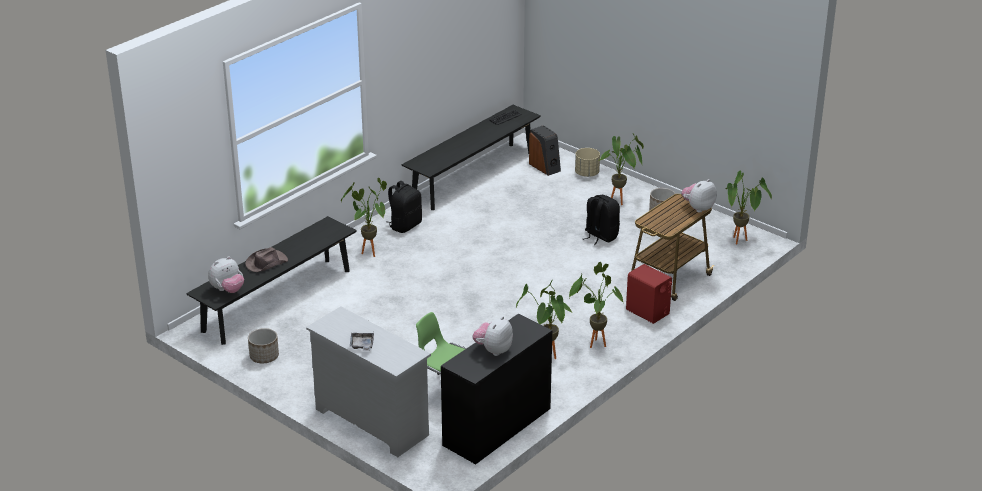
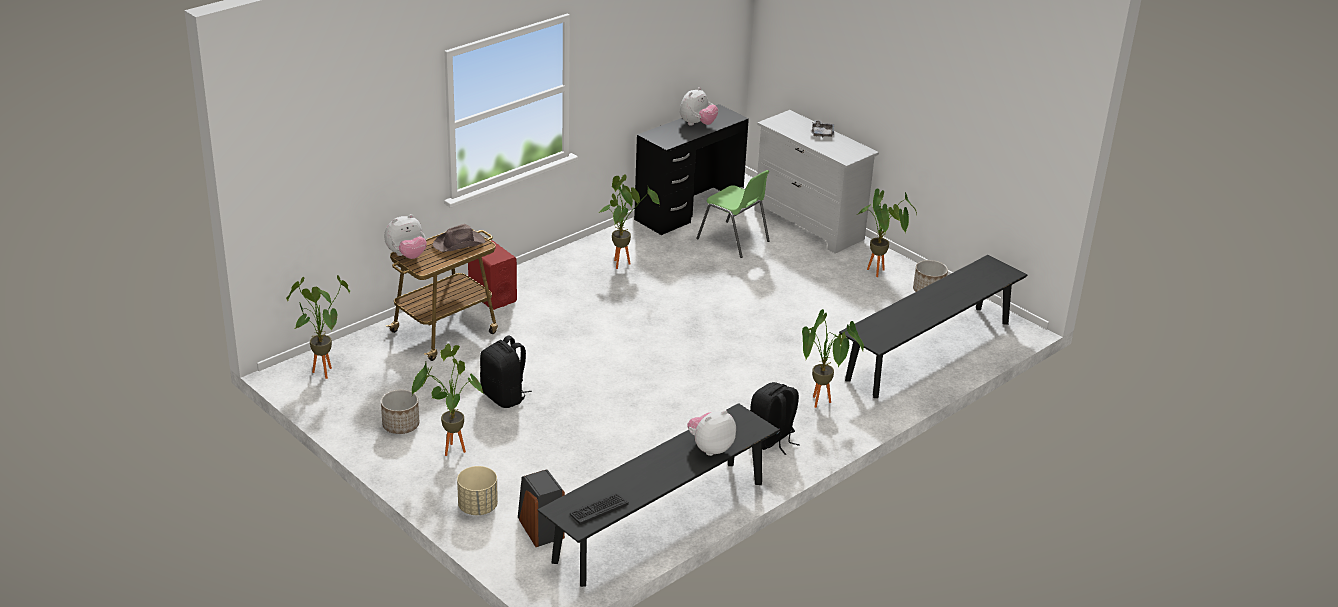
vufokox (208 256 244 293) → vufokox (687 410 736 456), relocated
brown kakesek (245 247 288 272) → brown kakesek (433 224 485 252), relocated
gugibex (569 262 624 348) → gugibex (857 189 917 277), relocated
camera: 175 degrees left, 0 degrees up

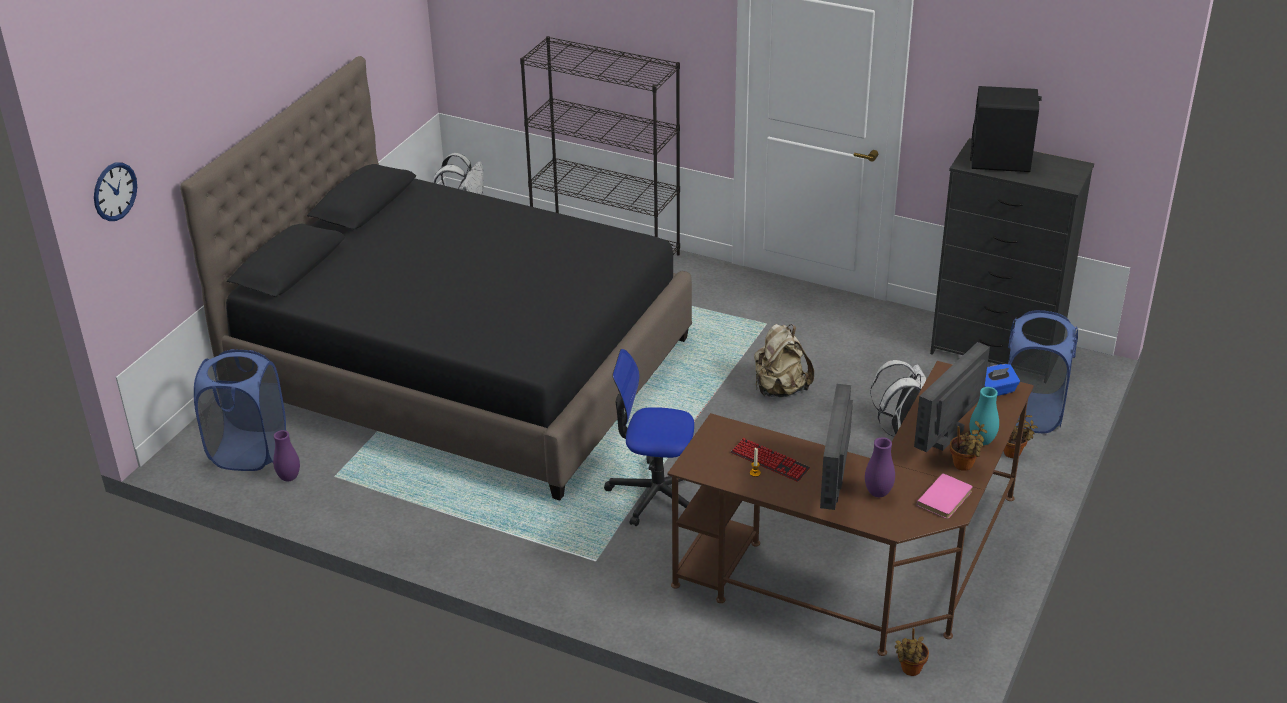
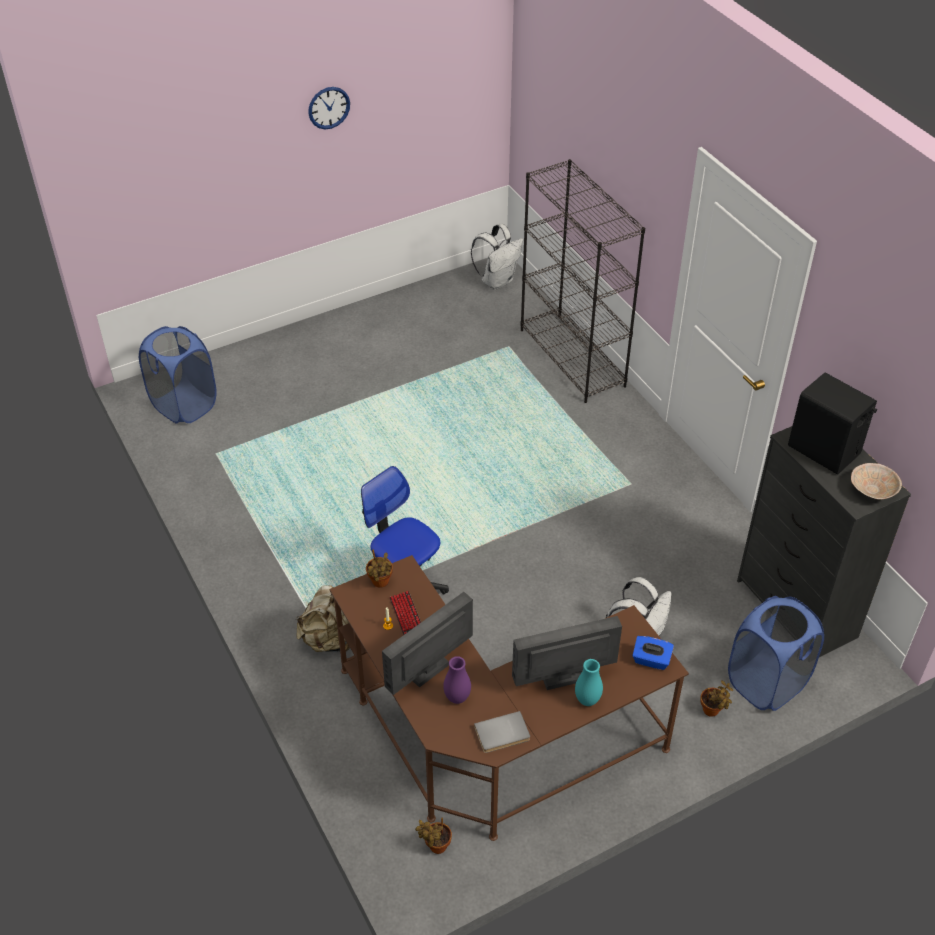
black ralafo (180 56 692 501) → -
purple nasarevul (273 430 300 481) → -
- → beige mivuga (851 463 902 499)
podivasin (94 162 137 221) → podivasin (308 87 350 129), relocated
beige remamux (754 324 814 397) → beige remamux (296 585 350 652), relocated
gugibex (950 421 987 471) → gugibex (366 550 393 588), relocated
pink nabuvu (917 473 973 519) → grey nabuvu (474 711 530 753)
camera: 35 degrees right, 10 degrees up

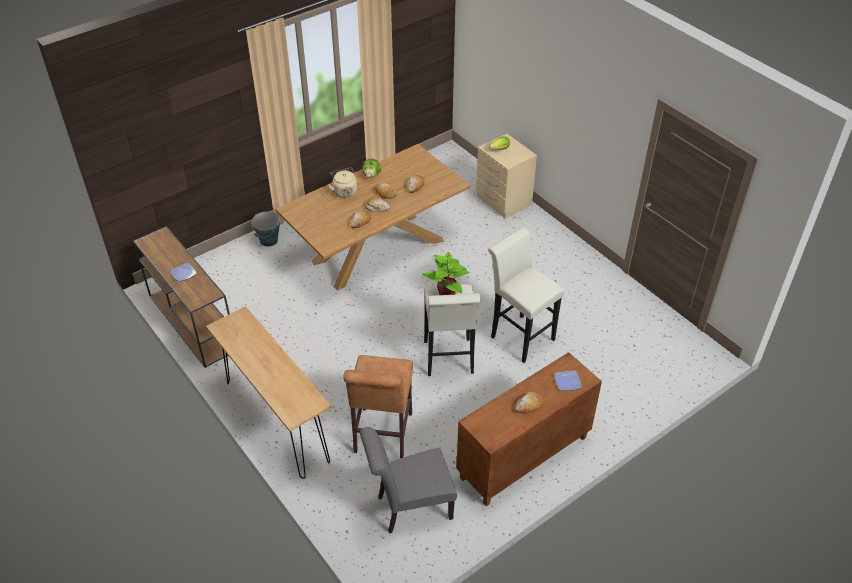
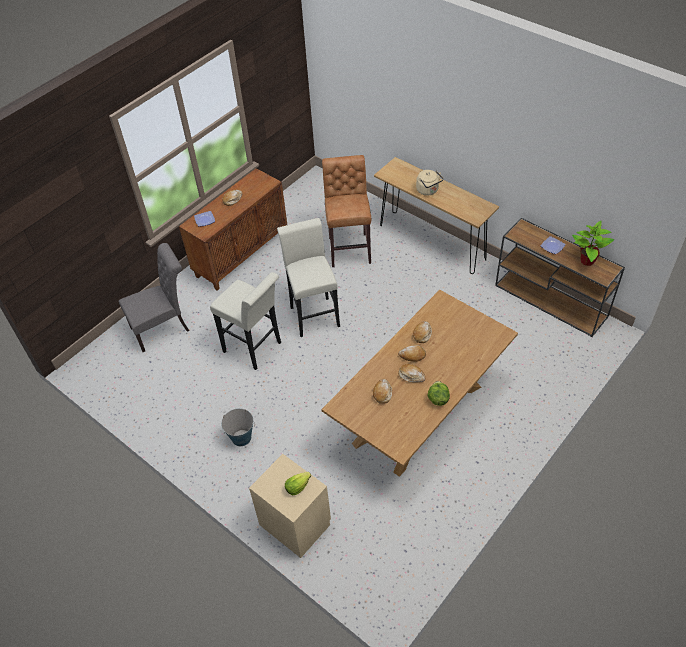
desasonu (251 212 280 247) → desasonu (221 409 255 446), relocated
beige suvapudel (328 168 357 198) → beige suvapudel (416 170 444 196), relocated
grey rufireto (360 427 457 533) → grey rufireto (119 243 189 352), relocated
gugibex (422 252 470 295) → gugibex (572 221 614 266), relocated
camera: 170 degrees right, 5 degrees up

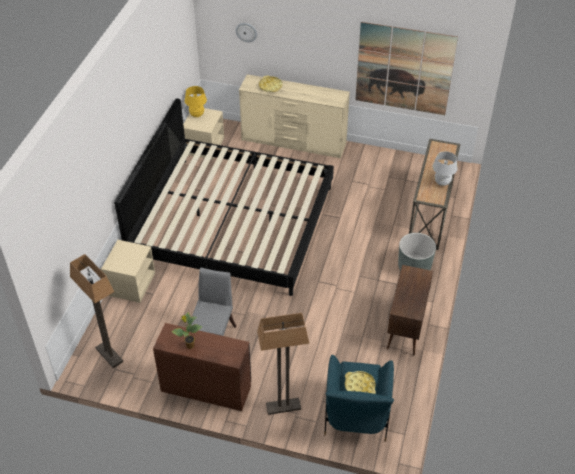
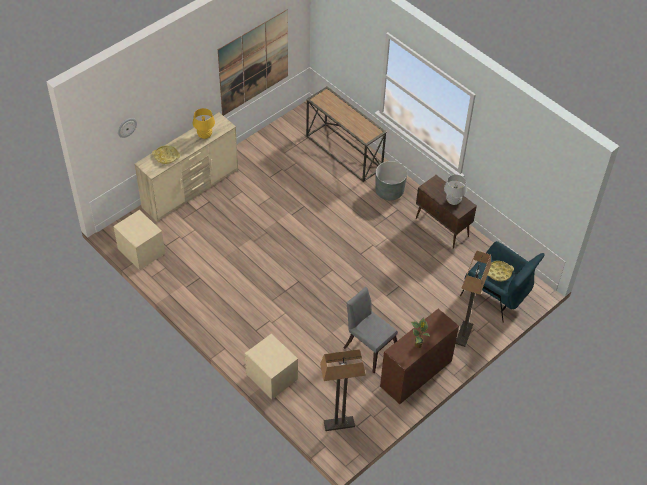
ralafo (114 98 334 296) → -
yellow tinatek (185 86 207 117) → yellow tinatek (193 108 215 139), relocated
white tinatek (432 151 458 186) → white tinatek (444 175 467 205), relocated
camera: 60 degrees left, 5 degrees up

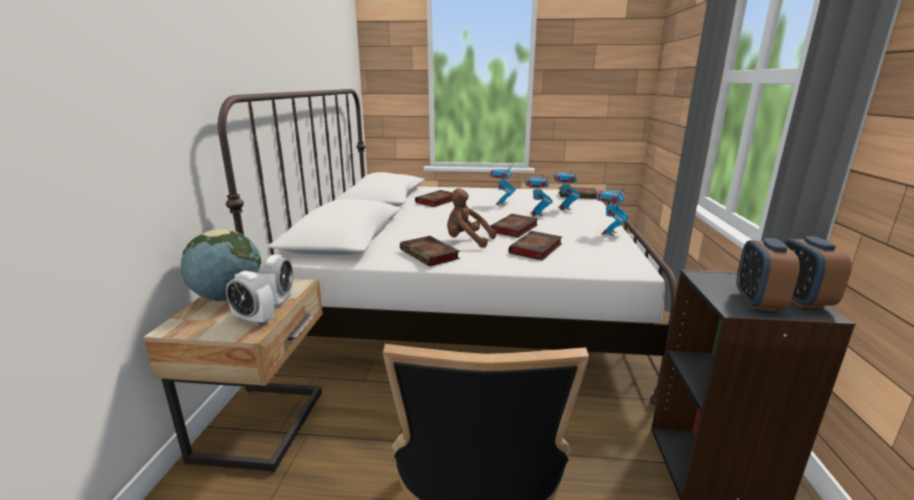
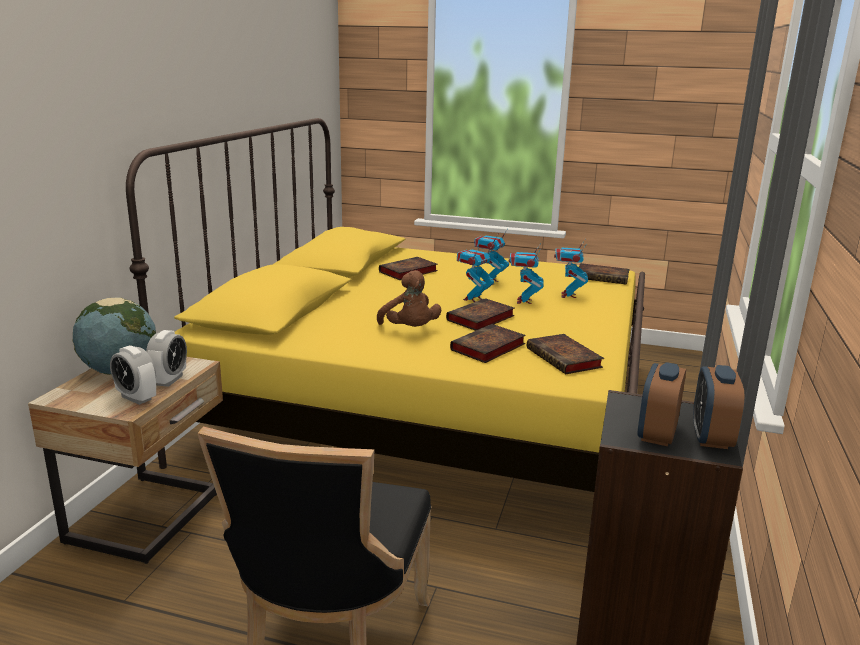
nabuvu (400 236 460 267) → nabuvu (527 334 604 374), relocated
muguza (596 183 629 236) → muguza (457 244 494 302), relocated
white ralafo (218 89 678 405) → yellow ralafo (126 118 645 492)
brown vufokox (447 188 496 248) → brown vufokox (377 270 441 327), 150 degrees counterclockwise
camera: 10 degrees right, 0 degrees up

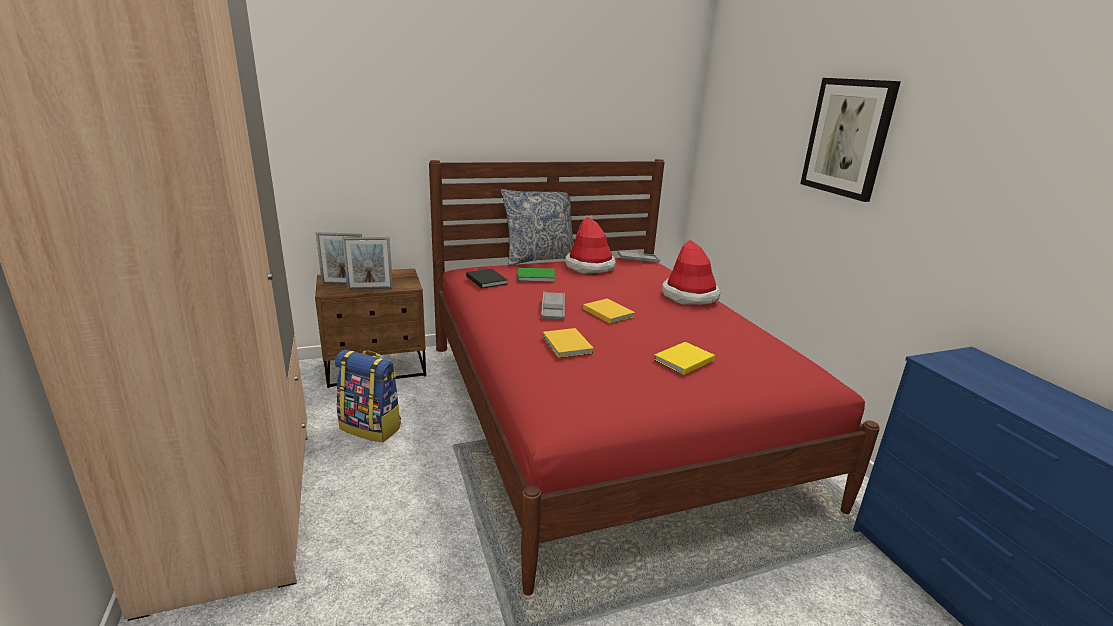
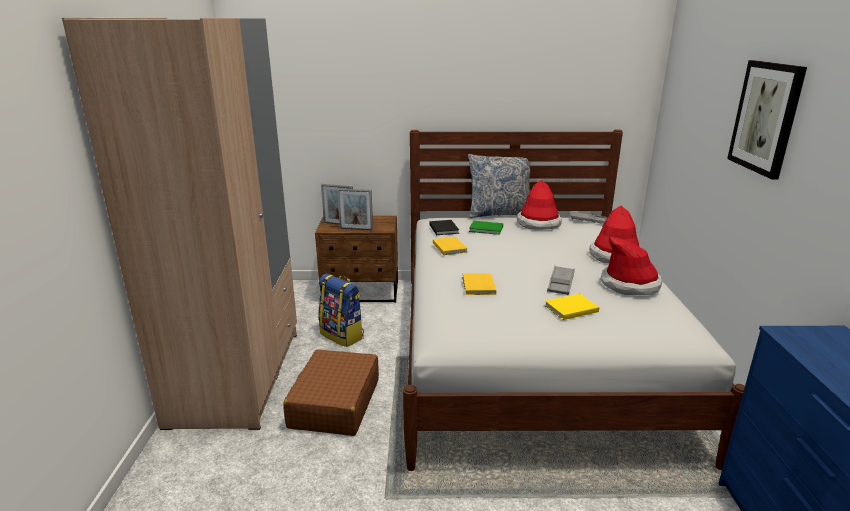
- → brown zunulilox (283 349 379 436)
- → kakesek (600 237 662 295)
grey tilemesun (541 291 565 320) → grey tilemesun (547 266 575 295), relocated
yellow nabuvu (583 299 635 324) → yellow nabuvu (433 237 468 255), relocated
red ralafo (429 159 880 596) → white ralafo (403 129 745 471)
camera: 20 degrees right, 0 degrees up

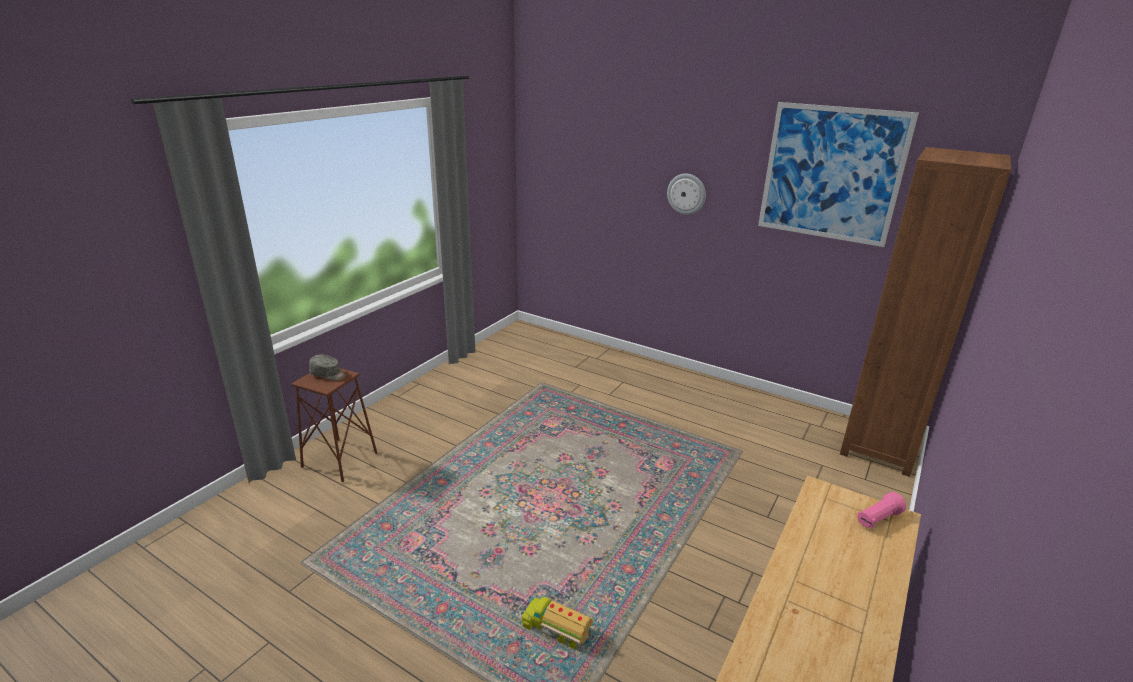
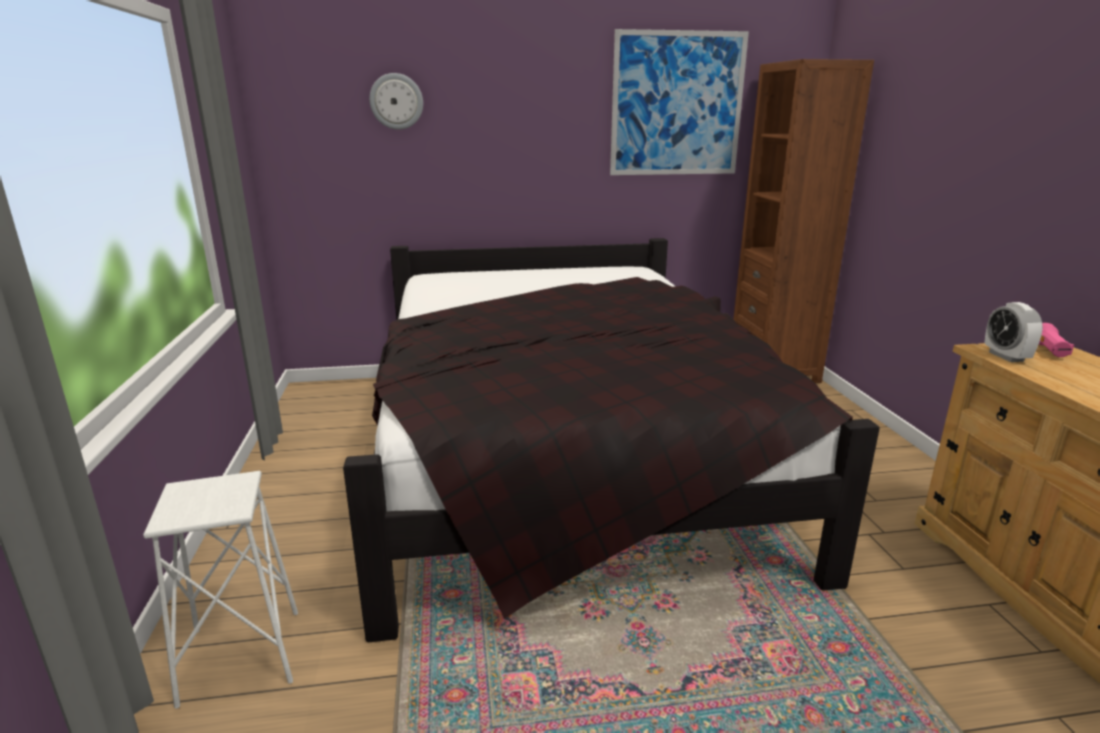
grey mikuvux (309 355 346 380) → -
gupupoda (522 591 597 652) → -
- → black ralafo (343 238 880 642)
- → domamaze (984 302 1043 362)
podivasin (667 174 706 215) → podivasin (369 73 423 130), relocated
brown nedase (291 368 377 482) → white nedase (143 471 298 709)
camera: 40 degrees left, 5 degrees down

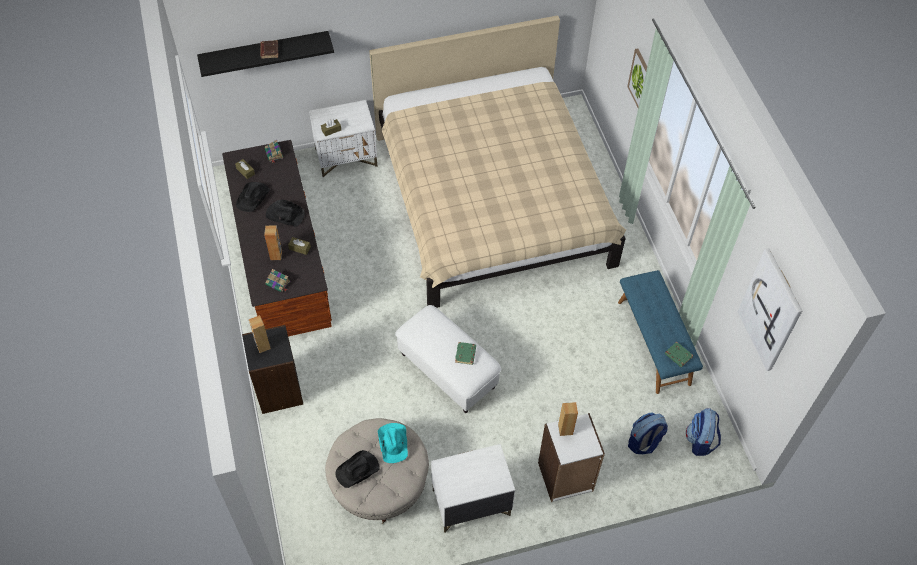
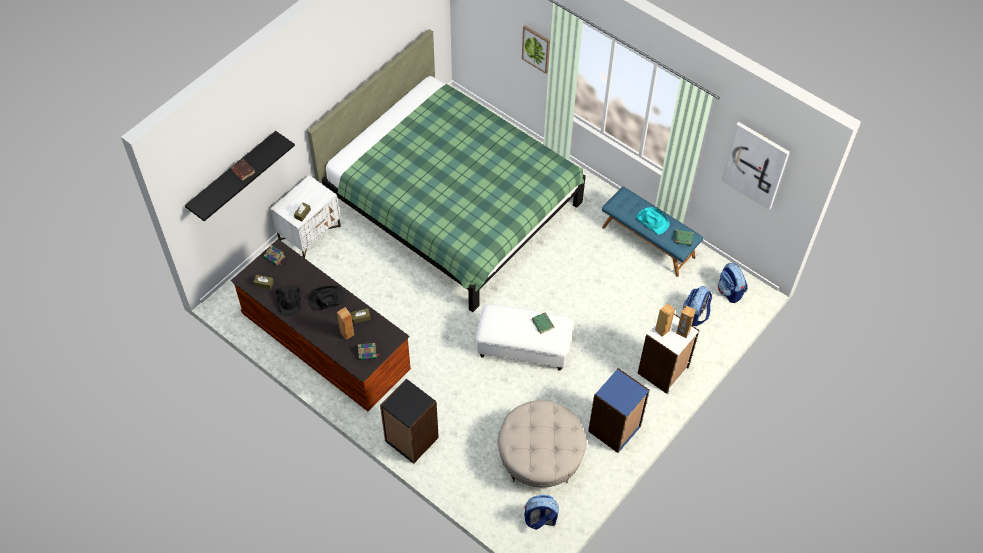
black kakesek (335 450 380 488) → -
- → remamux (524 495 559 530)
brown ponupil (249 315 271 353) → brown ponupil (676 305 696 338), relocated
turquoise kakesek (378 423 408 463) → turquoise kakesek (637 207 670 234), relocated
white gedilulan (431 444 515 533) → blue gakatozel (588 368 650 453)
beige ralafo (369 15 626 308) → green ralafo (307 29 586 312)
camera: 35 degrees left, 0 degrees up

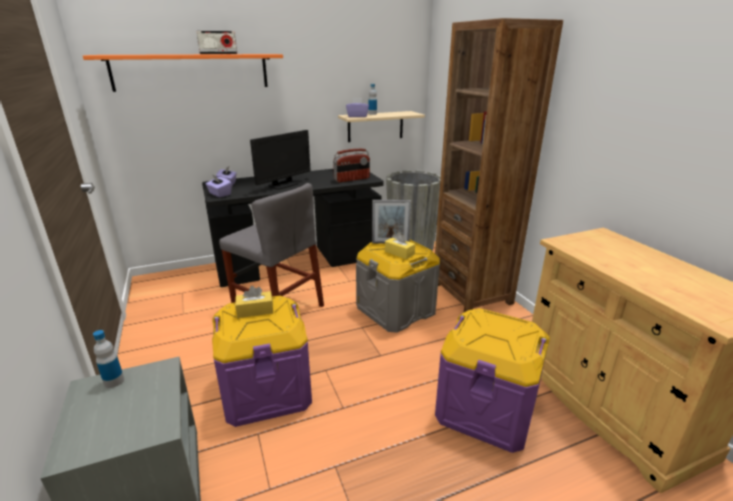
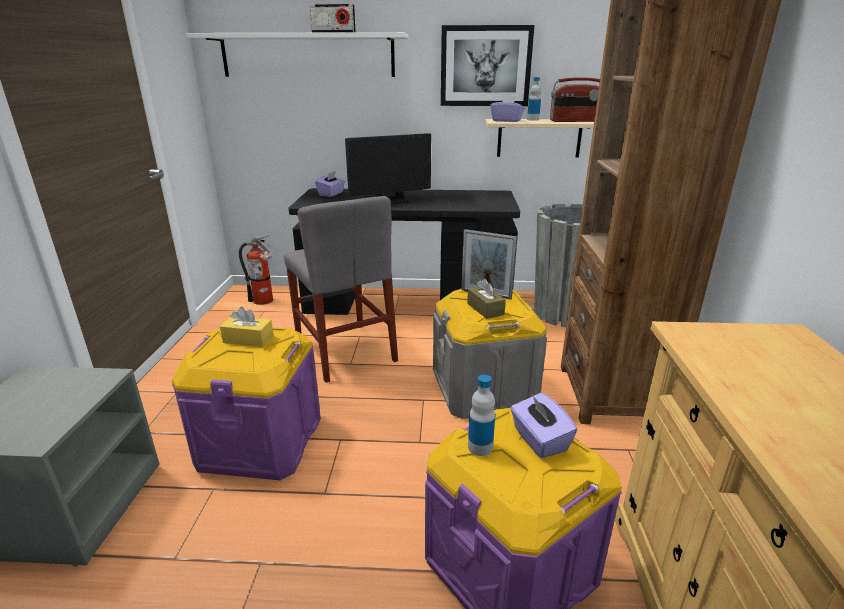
- → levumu (239 233 273 305)
- → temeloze (441 25 534 106)
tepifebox (93 330 124 388) → tepifebox (468 375 495 456), relocated
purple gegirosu (206 175 232 197) → purple gegirosu (510 393 577 458), relocated
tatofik (333 149 370 182) → tatofik (550 77 600 122), relocated
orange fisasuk (83 54 283 92) → white fisasuk (186 32 409 77)
yellow gegirosu (385 232 415 259) → brown gegirosu (467 279 506 319)
camera: 25 degrees right, 0 degrees up

